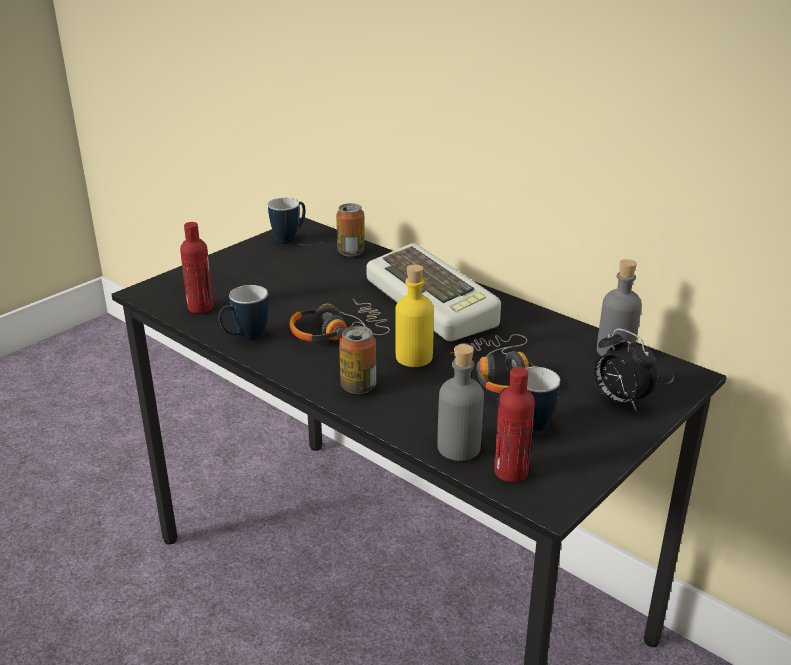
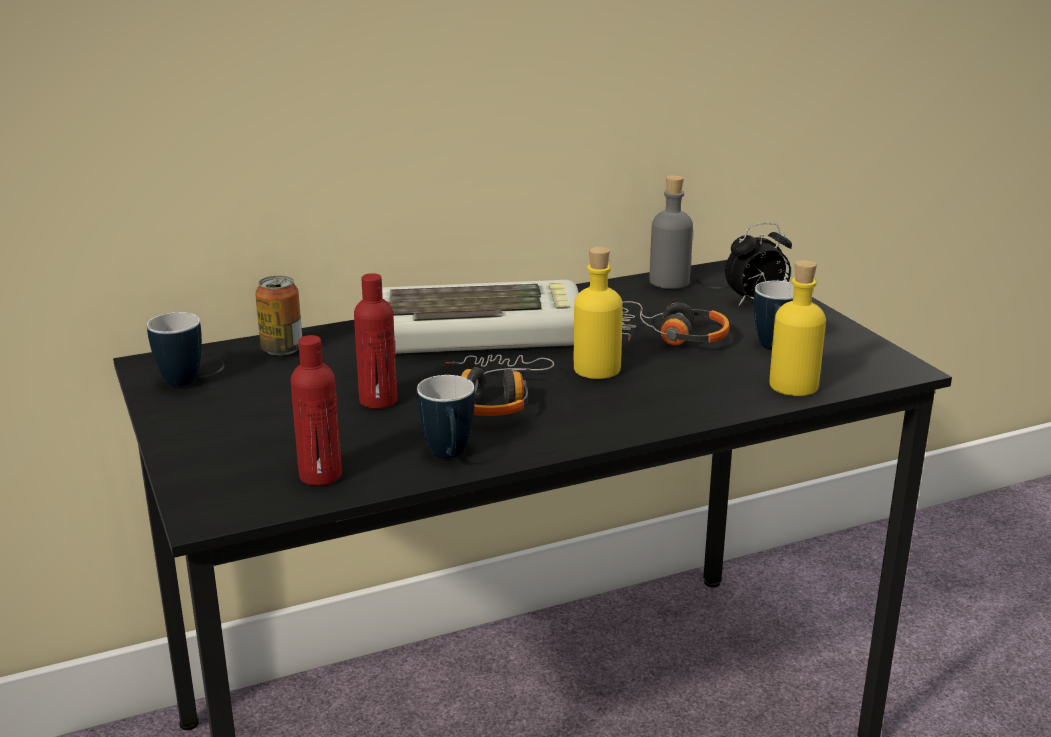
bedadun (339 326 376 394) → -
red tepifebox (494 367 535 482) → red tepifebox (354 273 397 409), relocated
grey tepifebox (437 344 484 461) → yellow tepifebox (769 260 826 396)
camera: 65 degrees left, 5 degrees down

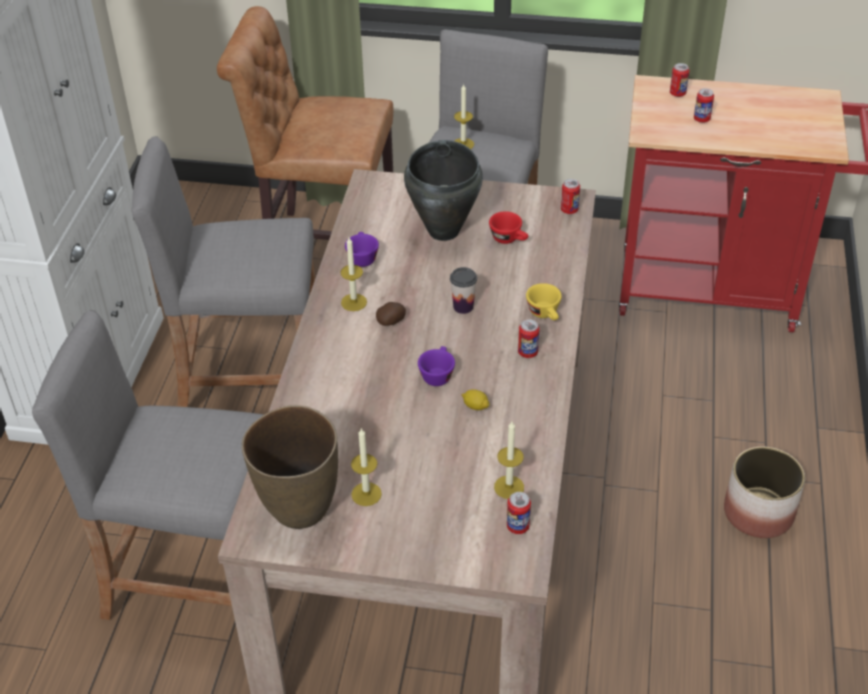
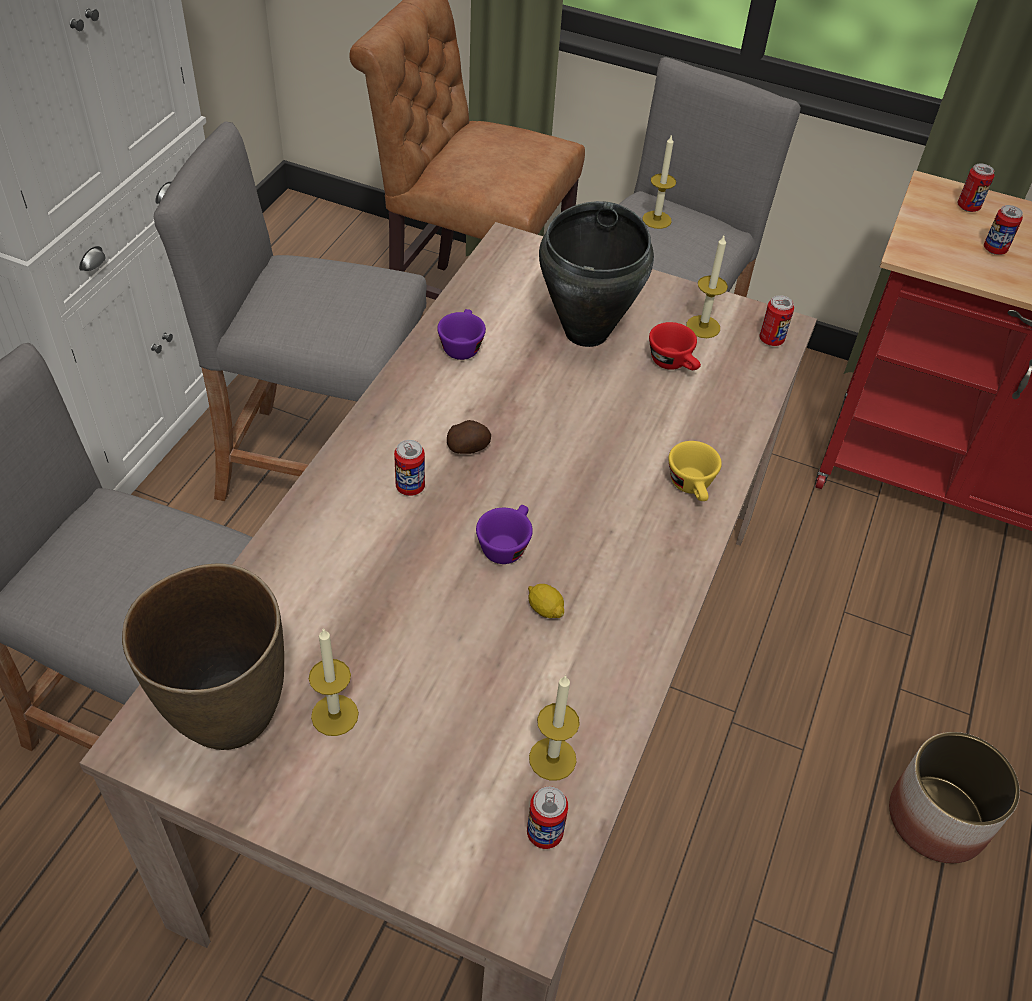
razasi (450 267 477 314) → -
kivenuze (340 237 367 311) → kivenuze (686 234 728 338), relocated
bedadun (518 319 540 358) → bedadun (394 440 425 496), relocated
camera: 10 degrees right, 5 degrees up

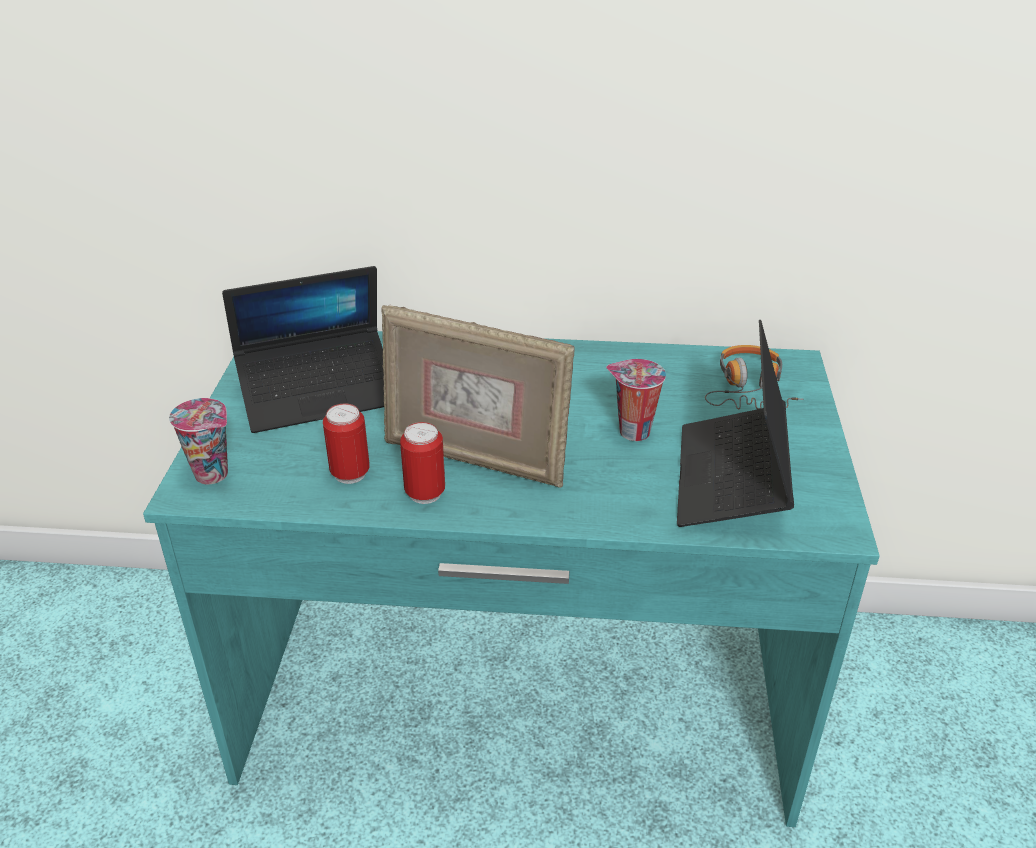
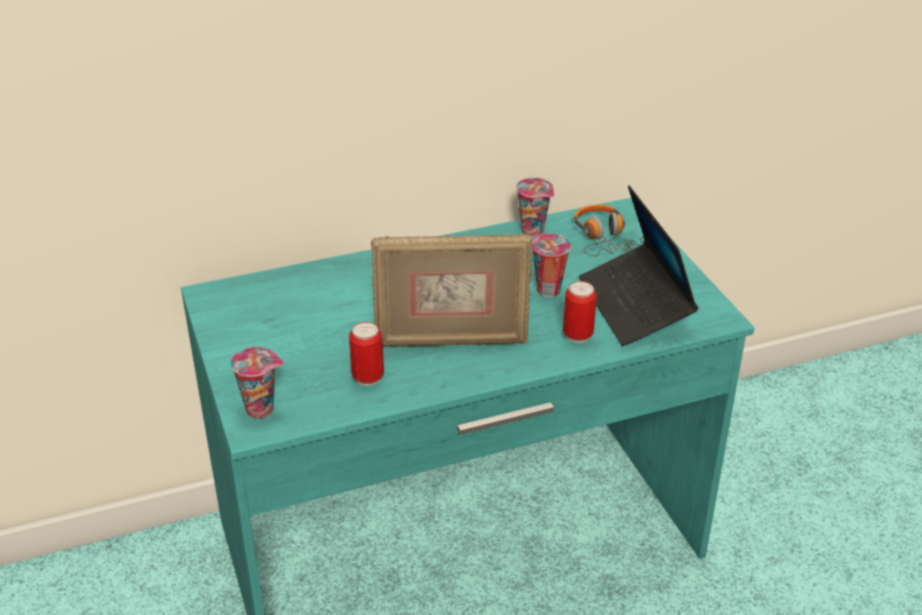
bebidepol (222 266 384 433) → -
- → razasi (516 178 554 237)
bedadun (400 422 445 504) → bedadun (563 281 597 343), relocated
camera: 25 degrees left, 0 degrees up

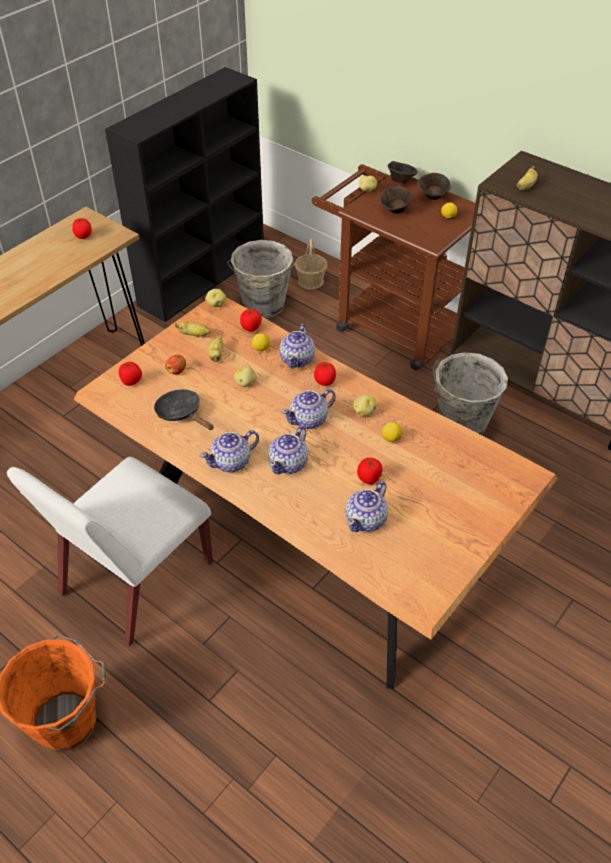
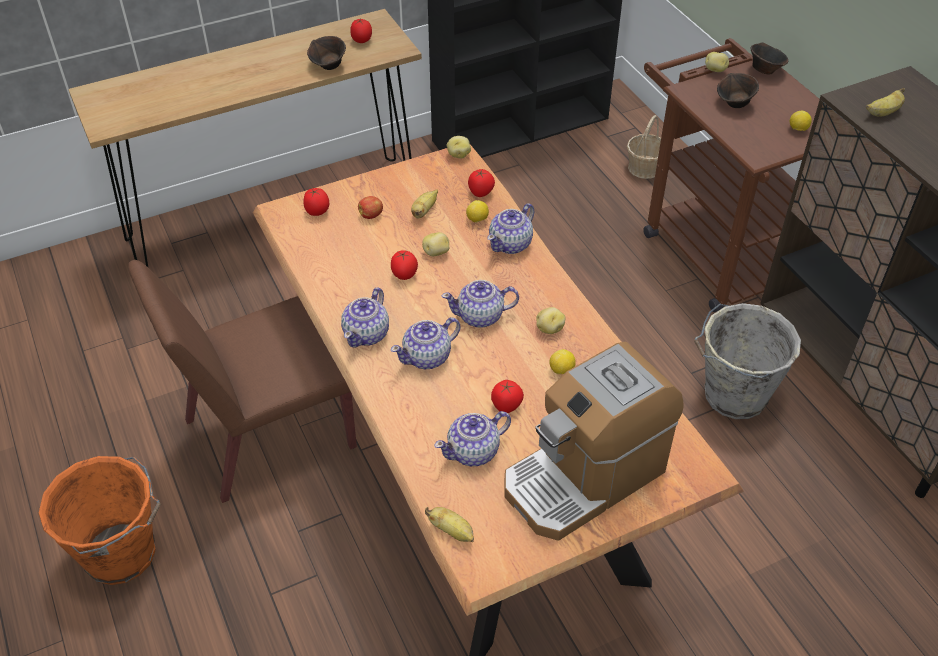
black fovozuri (154 389 214 430) → -
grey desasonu (227 240 295 318) → -
- → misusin (505 341 684 541)
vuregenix (175 322 210 337) → vuregenix (425 507 474 542), relocated
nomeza (314 362 336 386) → nomeza (391 250 418 280), relocated
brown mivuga (418 173 451 200) → brown mivuga (307 36 346 70), relocated
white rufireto (7 457 213 647) → brown rufireto (128 260 357 503)
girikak (200 430 259 472) → girikak (341 287 389 347), 60 degrees counterclockwise
camera: 25 degrees right, 0 degrees up

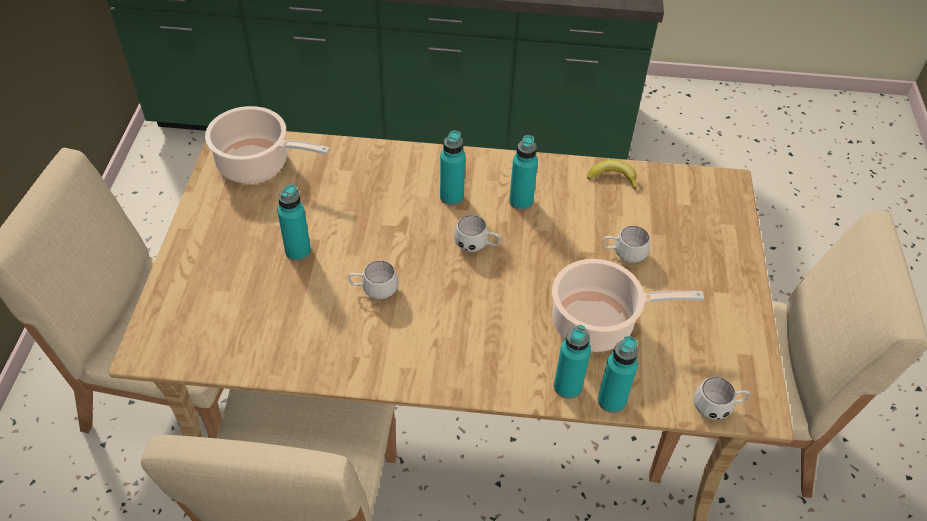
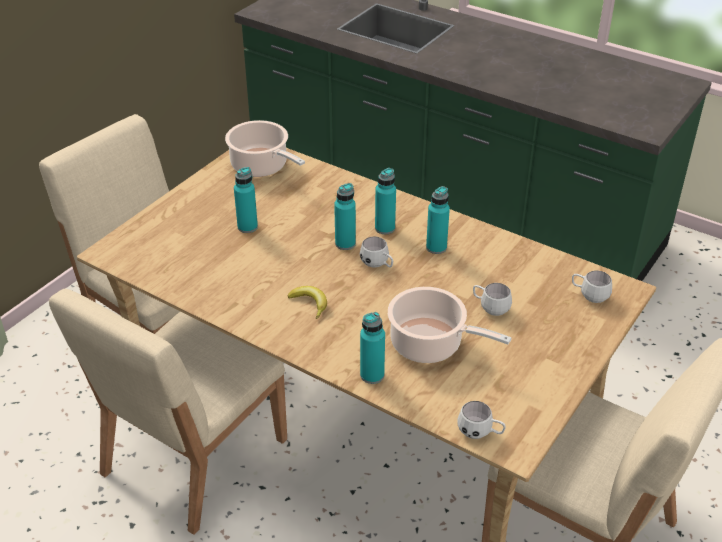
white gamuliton (348 261 399 299) → white gamuliton (572 271 612 303), relocated
vuregenix (587 160 637 191) → vuregenix (288 286 327 319), relocated
turquoise tepifebox (598 336 638 413) → turquoise tepifebox (334 183 356 250), relocated
camera: 30 degrees right, 10 degrees down

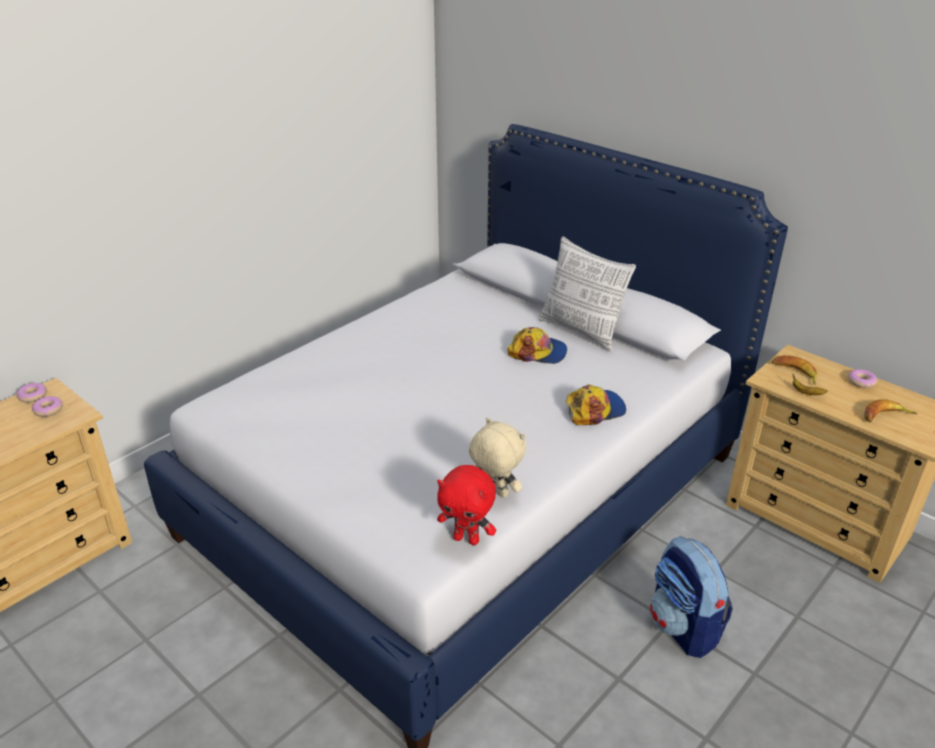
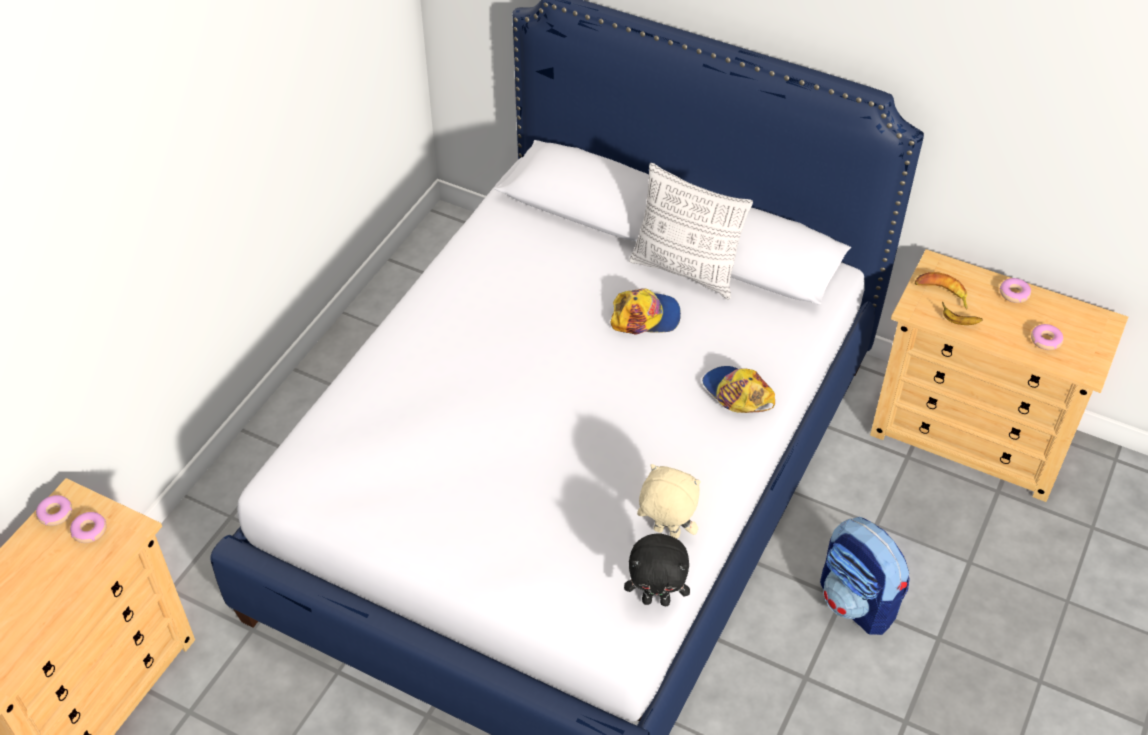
vuregenix (864 399 917 422) → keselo (1031 324 1063 350)
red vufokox (437 465 496 545) → black vufokox (624 533 690 606)
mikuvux (566 384 626 425) → mikuvux (702 366 775 413), 90 degrees counterclockwise
camera: 15 degrees left, 15 degrees up

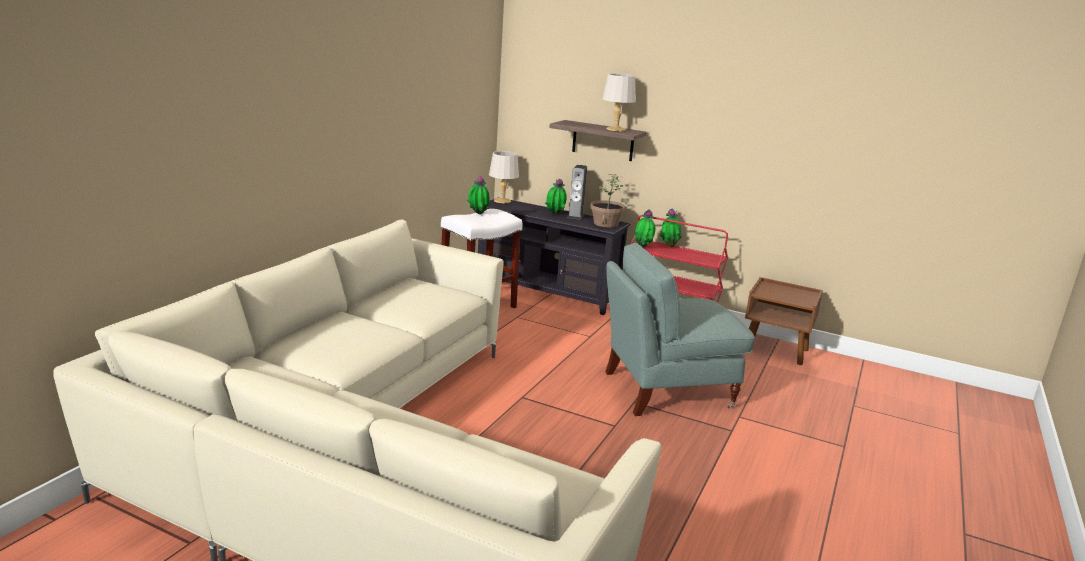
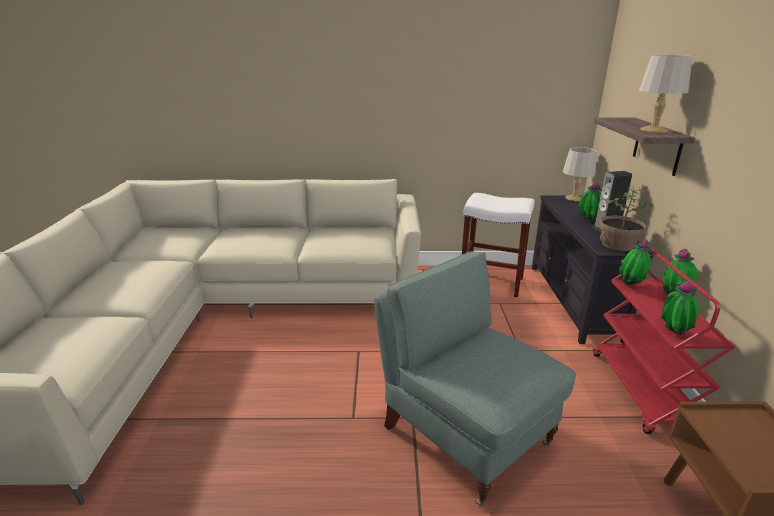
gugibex (467 176 490 214) → gugibex (661 281 699 335), relocated
camera: 65 degrees right, 5 degrees up

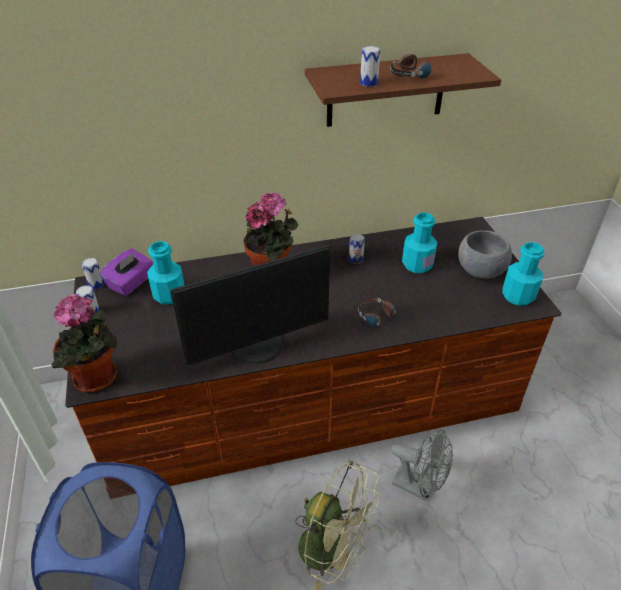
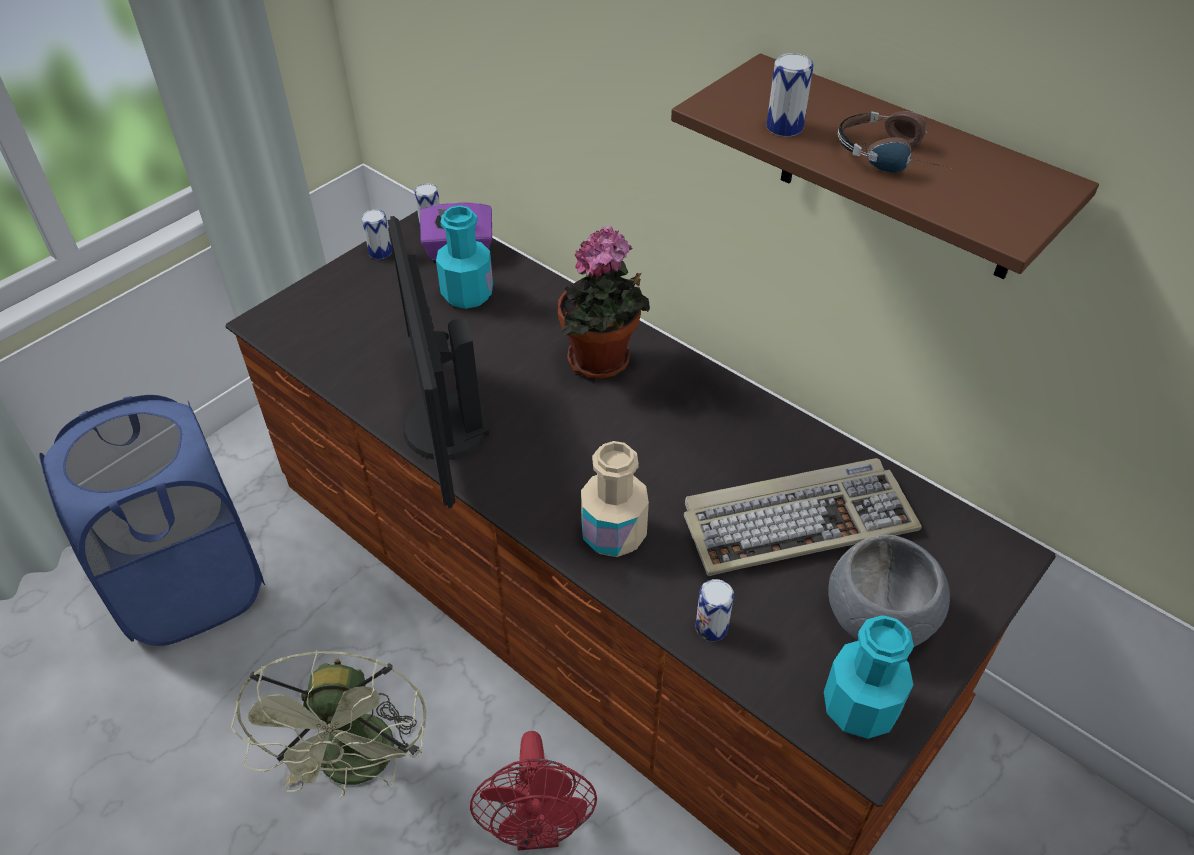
gugibex (51 294 117 393) → -
bedadun (349 234 365 264) → bedadun (695 579 734 641), relocated
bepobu (358 298 396 333) → beige tepifebox (581 441 649 557)
turquoise tepifebox (402 212 437 273) → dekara (684 458 922 576)
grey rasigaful (391 430 453 501) → red rasigaful (470 731 597 851)
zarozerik (170 245 330 365) → zarozerik (388 216 489 508), 45 degrees clockwise
camera: 55 degrees right, 5 degrees up

